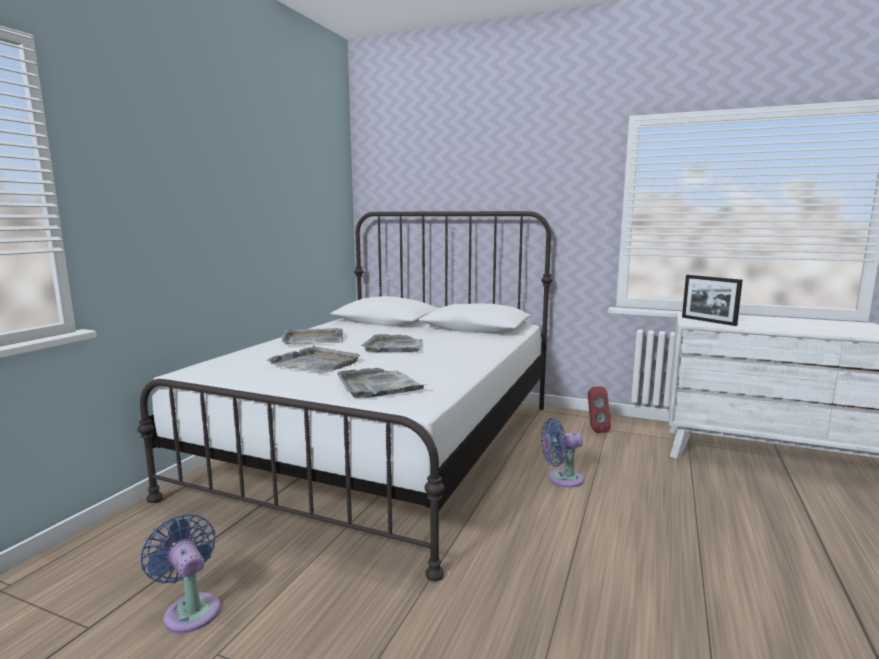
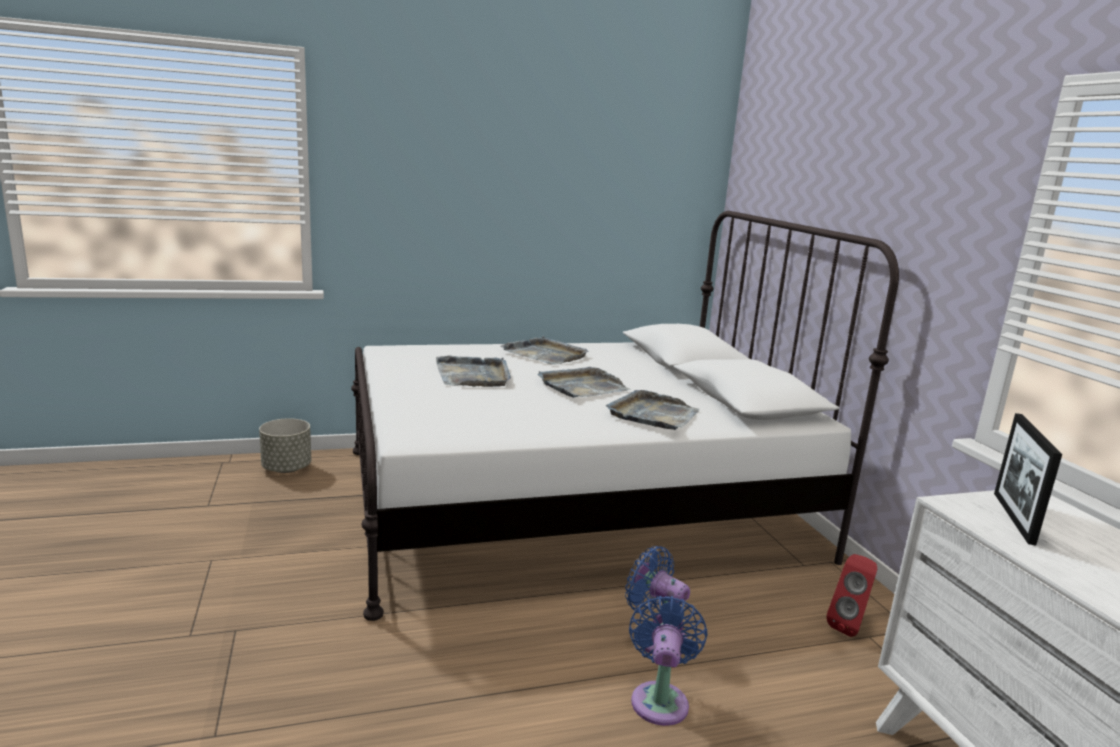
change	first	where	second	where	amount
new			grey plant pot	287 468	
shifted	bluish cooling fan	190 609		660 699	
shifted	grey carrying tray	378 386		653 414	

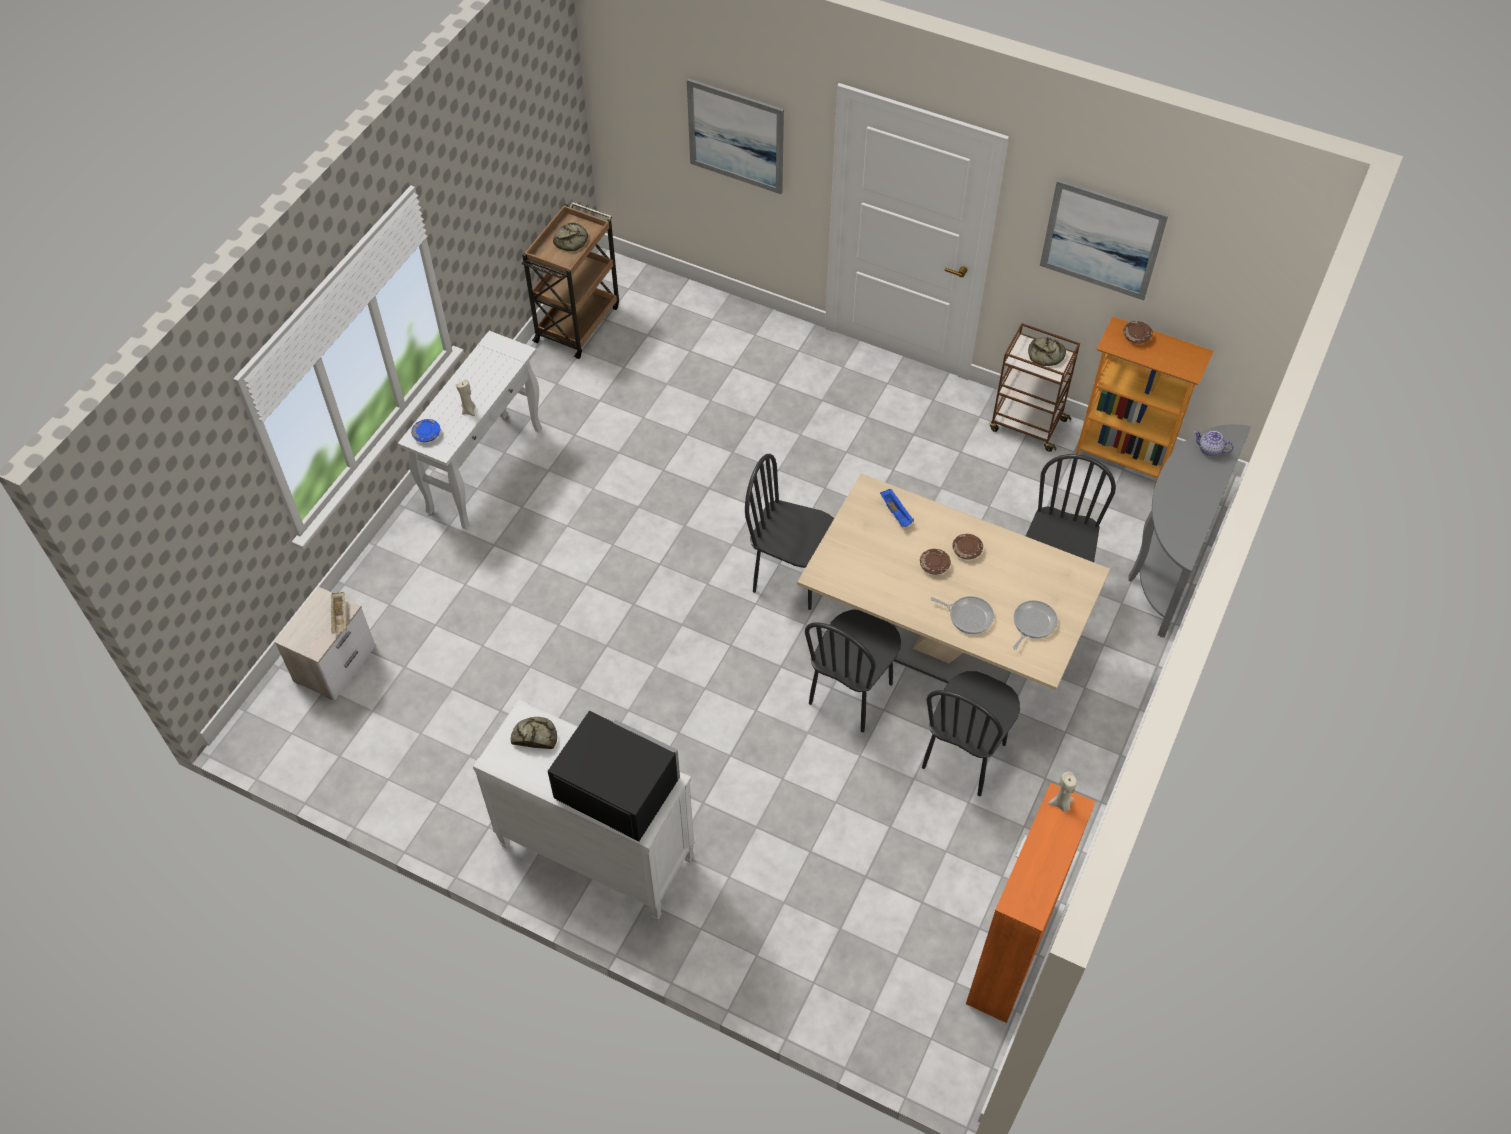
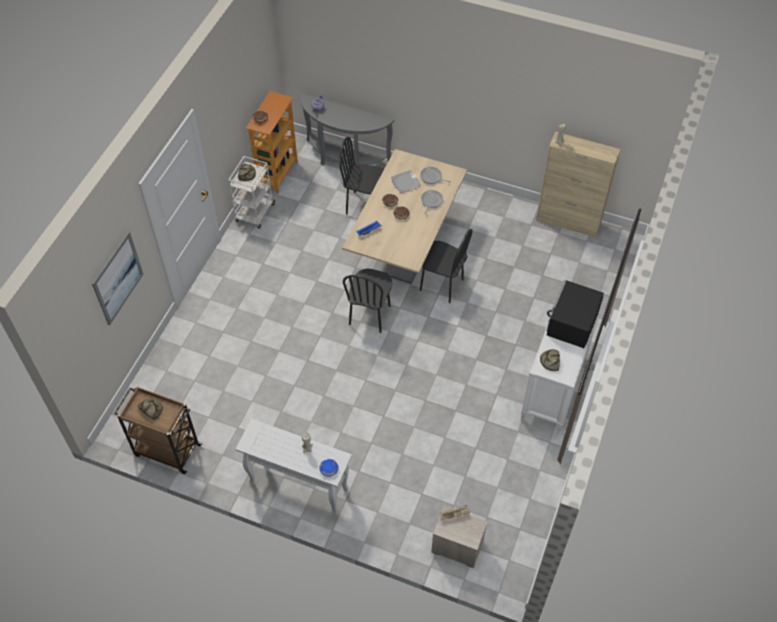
change	first	where	second	where	amount
gone	black upright chair	964 756			
gone	wall art	1102 240			
new			dinner plate	405 182	
repainted	orange cupboard	1010 954	beige-coloured cupboard	568 222	
repainted	brown-coloured wheeled cart	1026 425	whitish wheeled cart	255 213	

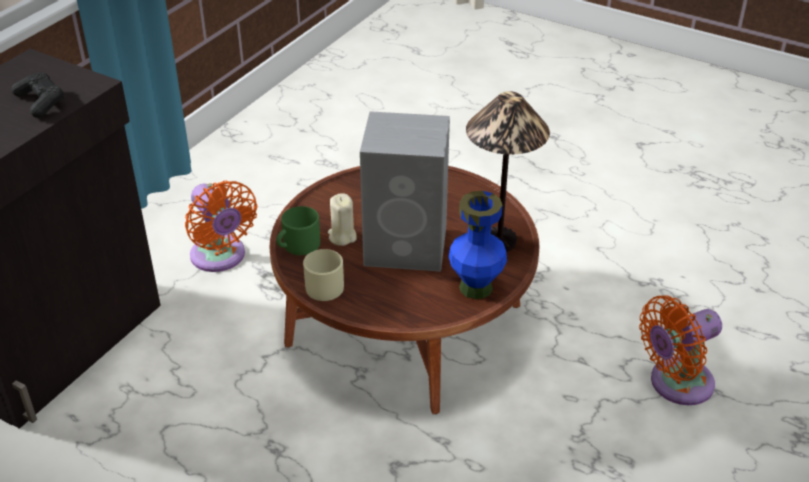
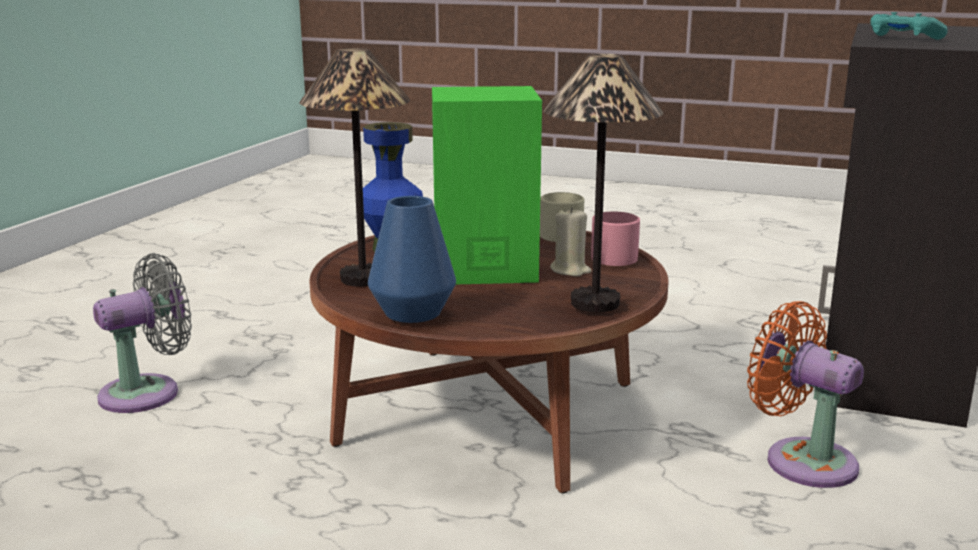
change	first	where	second	where	amount
new			bluish vase	412 312	
new			table lamp	596 303	
repainted	black gamepad	41 102	turquoise-coloured gamepad	903 38	
repainted	green coffee mug	297 245	pink-coloured coffee mug	618 257	
repainted	grey speaker	408 246	green speaker	481 268	
repainted	orange cooling fan	675 384	grey cooling fan	148 392	

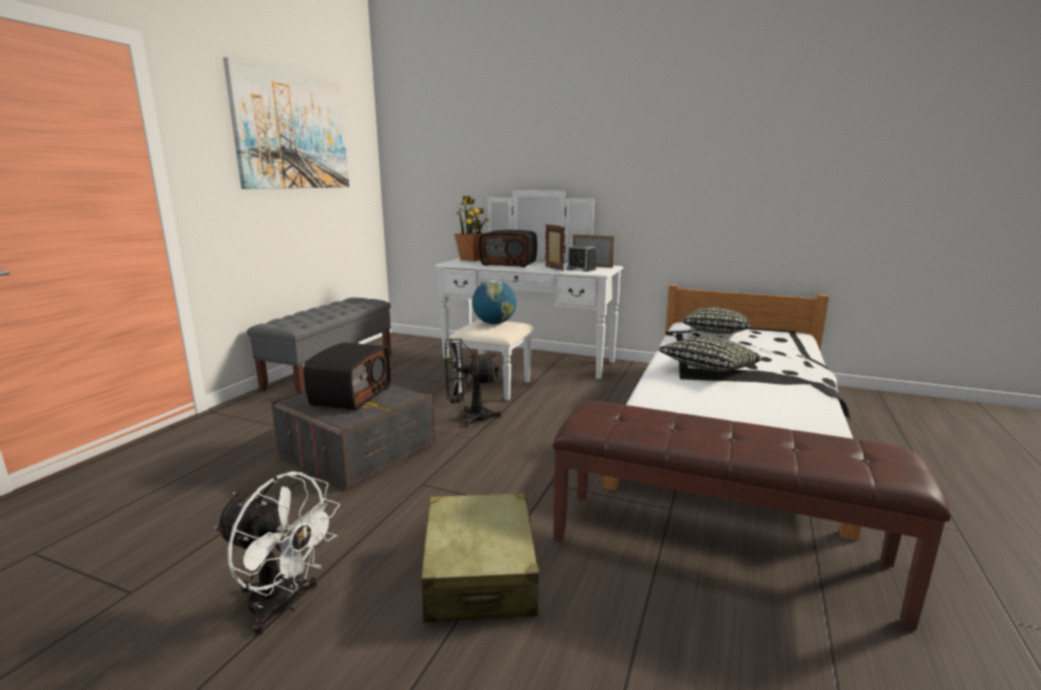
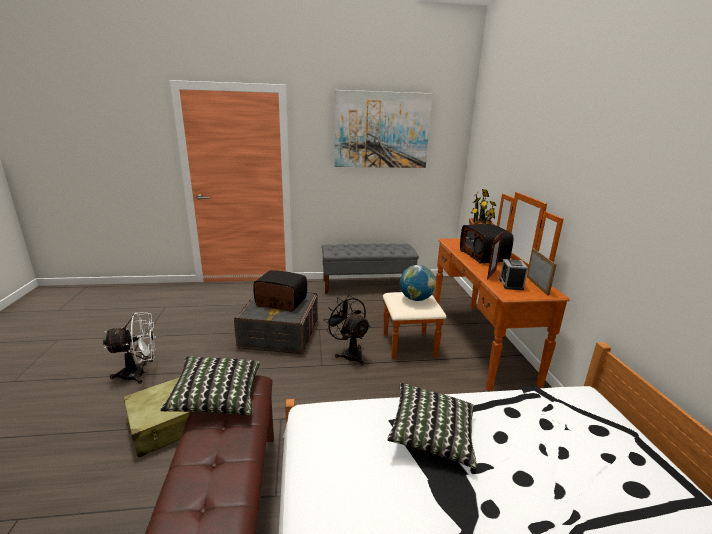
change	first	where	second	where	amount
shifted	pillow	714 334		217 398	
repainted	whitish dresser	521 365	brown-coloured dresser	463 343	
rotated	whitish cooling fan	283 606		139 373	105 degrees counterclockwise
rotated	radio	350 396		280 303	150 degrees counterclockwise

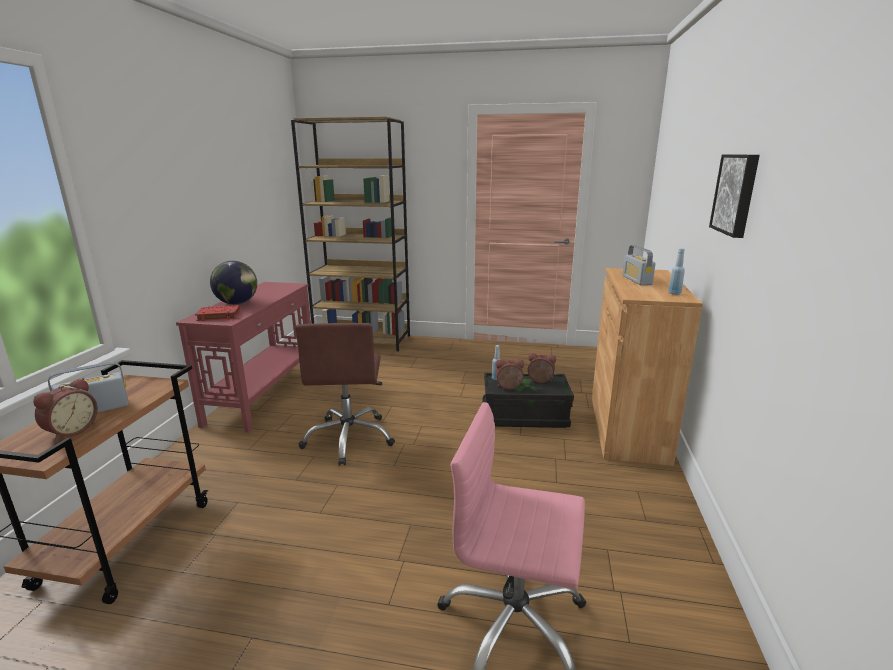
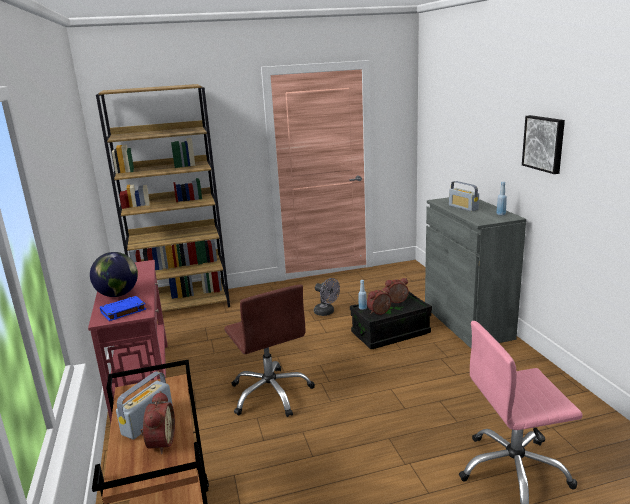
change	first	where	second	where	amount
new			grey cooling fan	326 312	
repainted	reddish bound book	218 316	bluish bound book	123 311	
repainted	brown-coloured cupboard	627 428	grey cupboard	467 322	

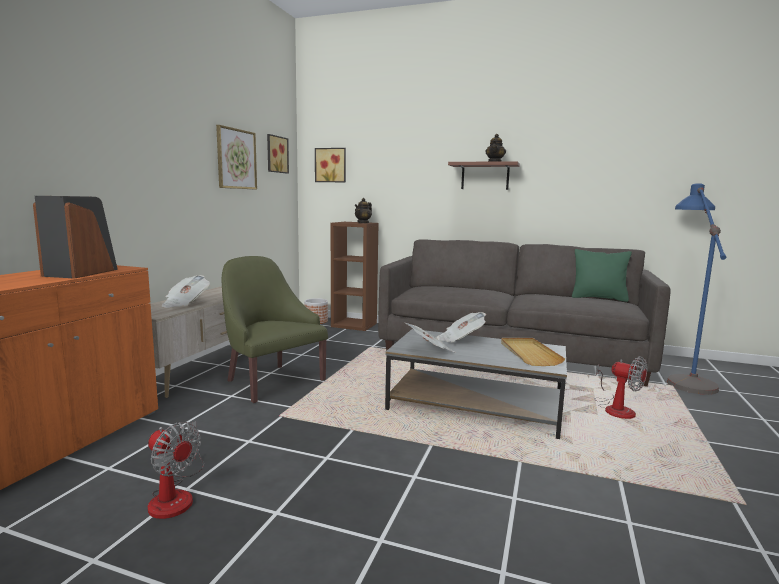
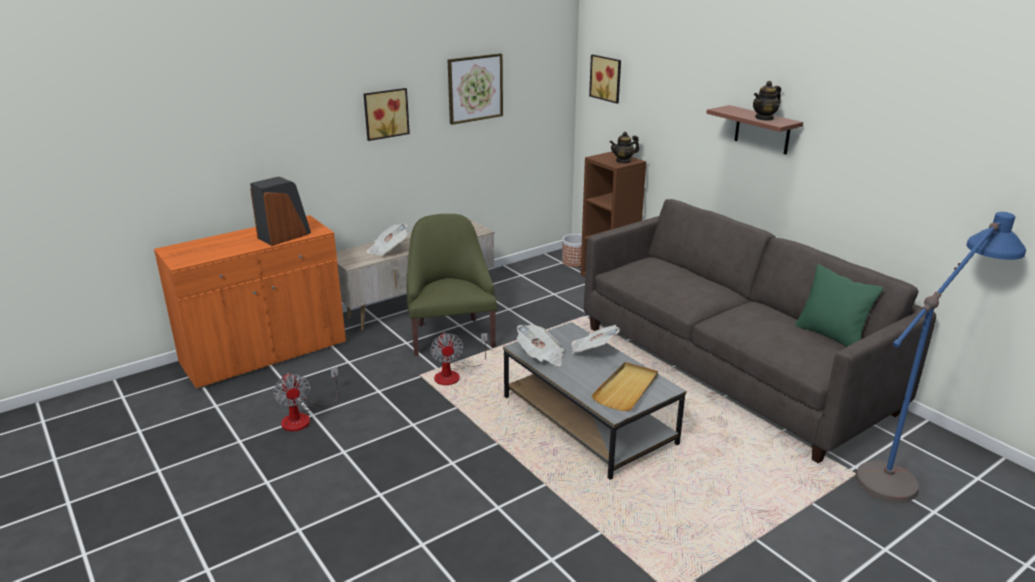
change	first	where	second	where	amount
shifted	wall art	276 154		385 113	
shifted	cooling fan	616 408		454 375	

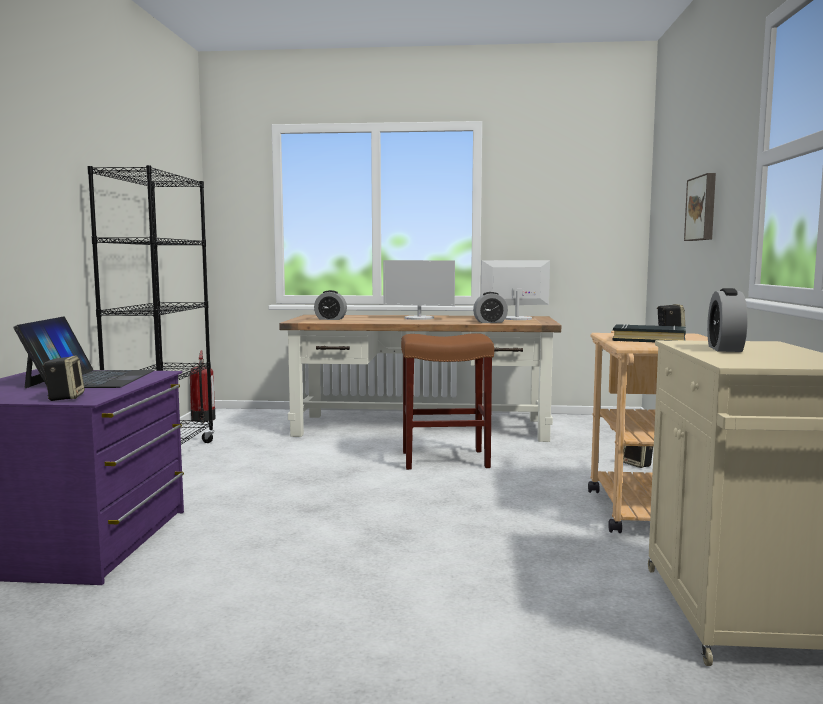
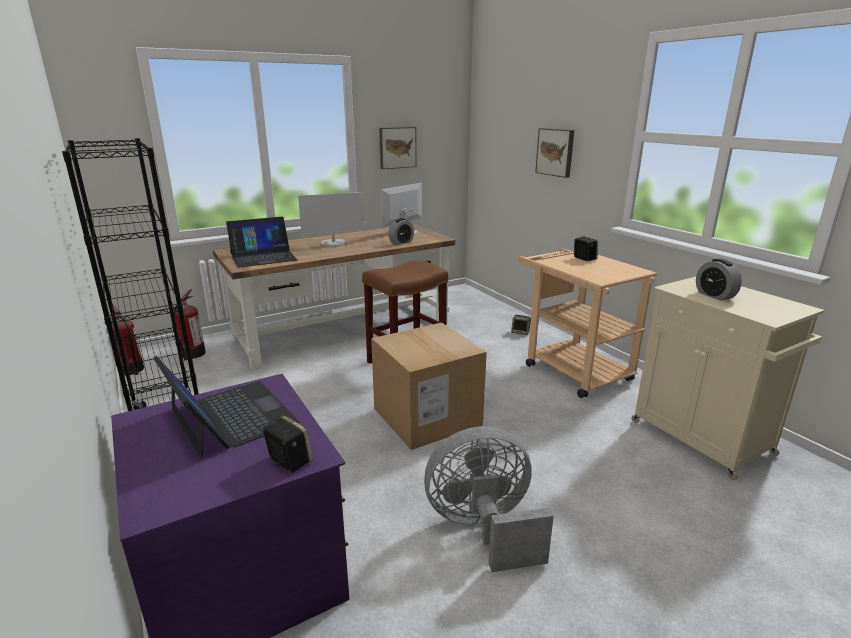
change	first	where	second	where	amount
gone	black bound book	649 340			
new			extinguisher	192 354	
new			carton	427 416	
new			wall art	397 147	
new			grey cooling fan	483 528	
swapped	alarm clock	330 319	notebook computer	263 257	

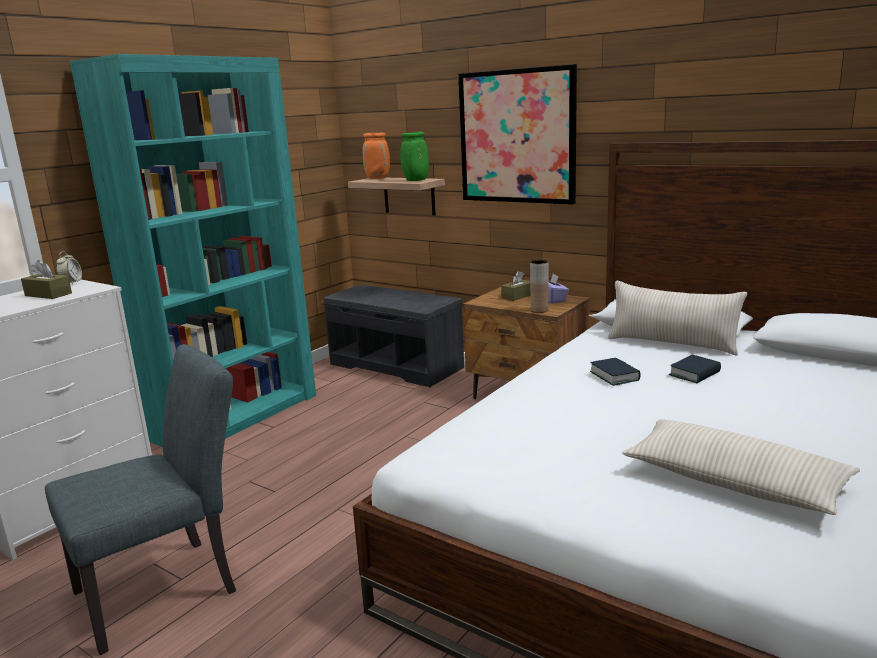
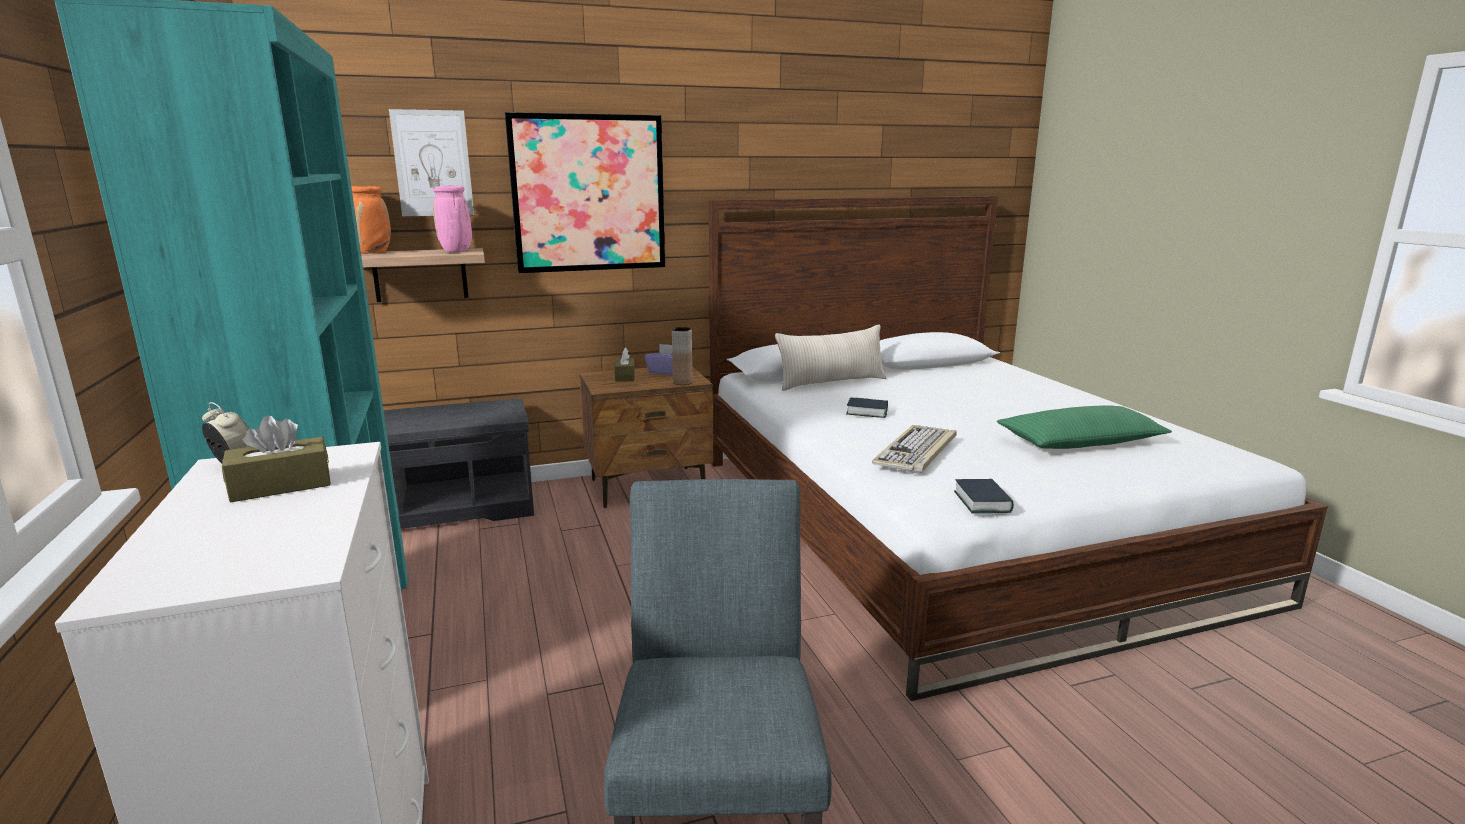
change	first	where	second	where	amount
new			wall art	432 163	
new			keyboard	916 452	
shifted	bound book	694 374		982 502	
repainted	green vase	415 180	pink-coloured vase	456 251	
repainted	beige-coloured pillow	734 481	green pillow	1080 443	

